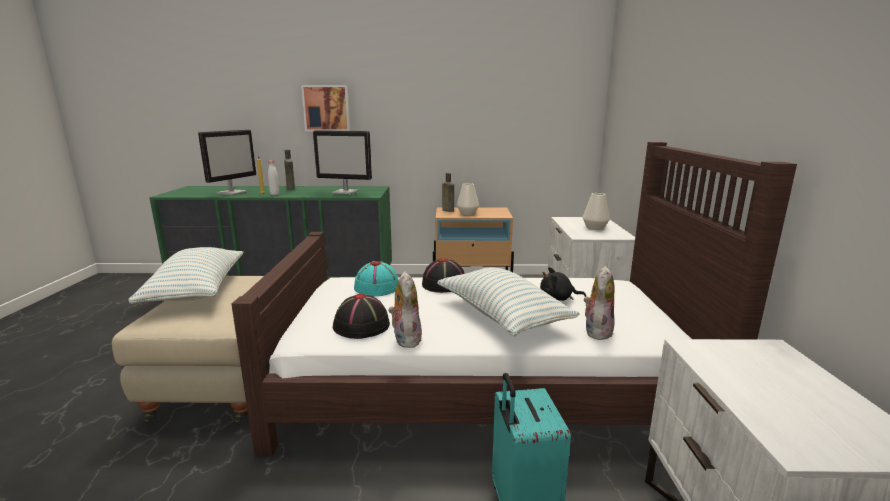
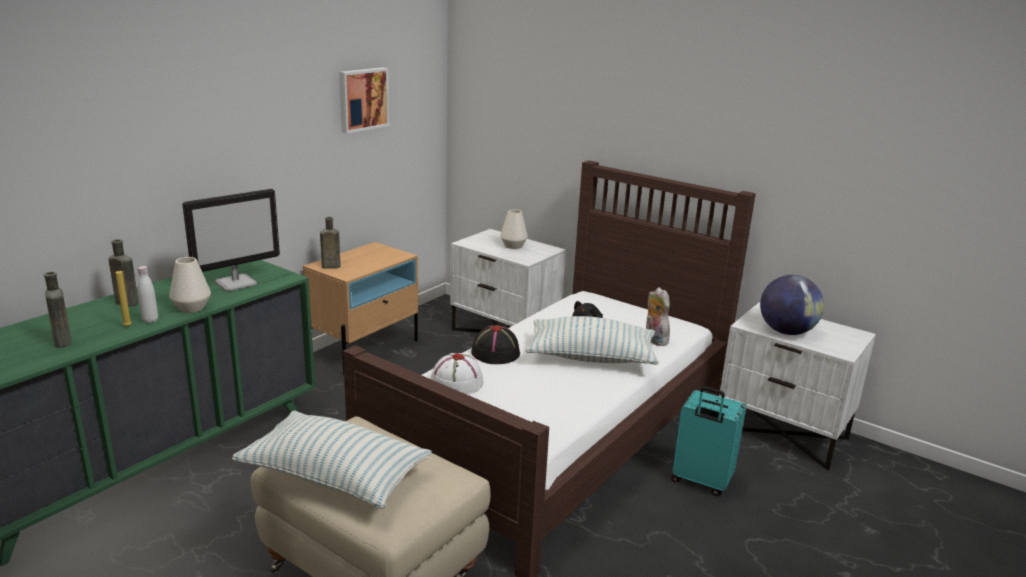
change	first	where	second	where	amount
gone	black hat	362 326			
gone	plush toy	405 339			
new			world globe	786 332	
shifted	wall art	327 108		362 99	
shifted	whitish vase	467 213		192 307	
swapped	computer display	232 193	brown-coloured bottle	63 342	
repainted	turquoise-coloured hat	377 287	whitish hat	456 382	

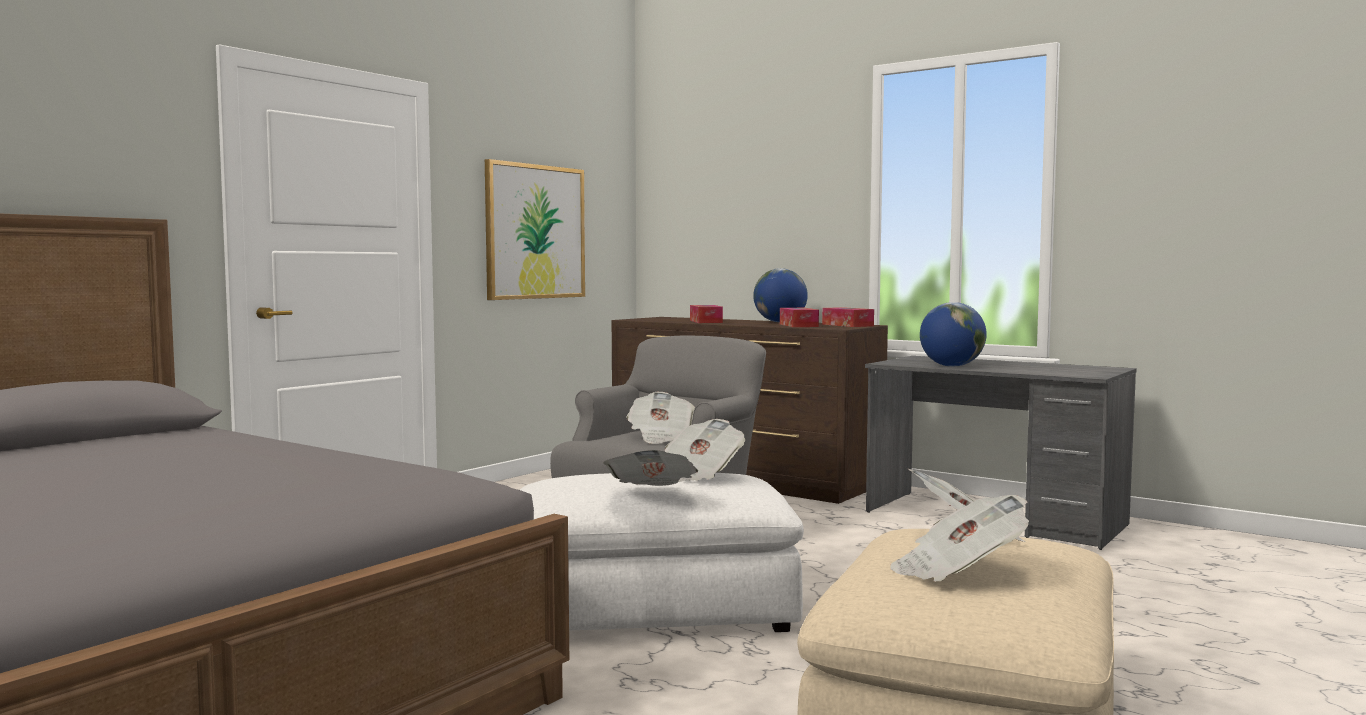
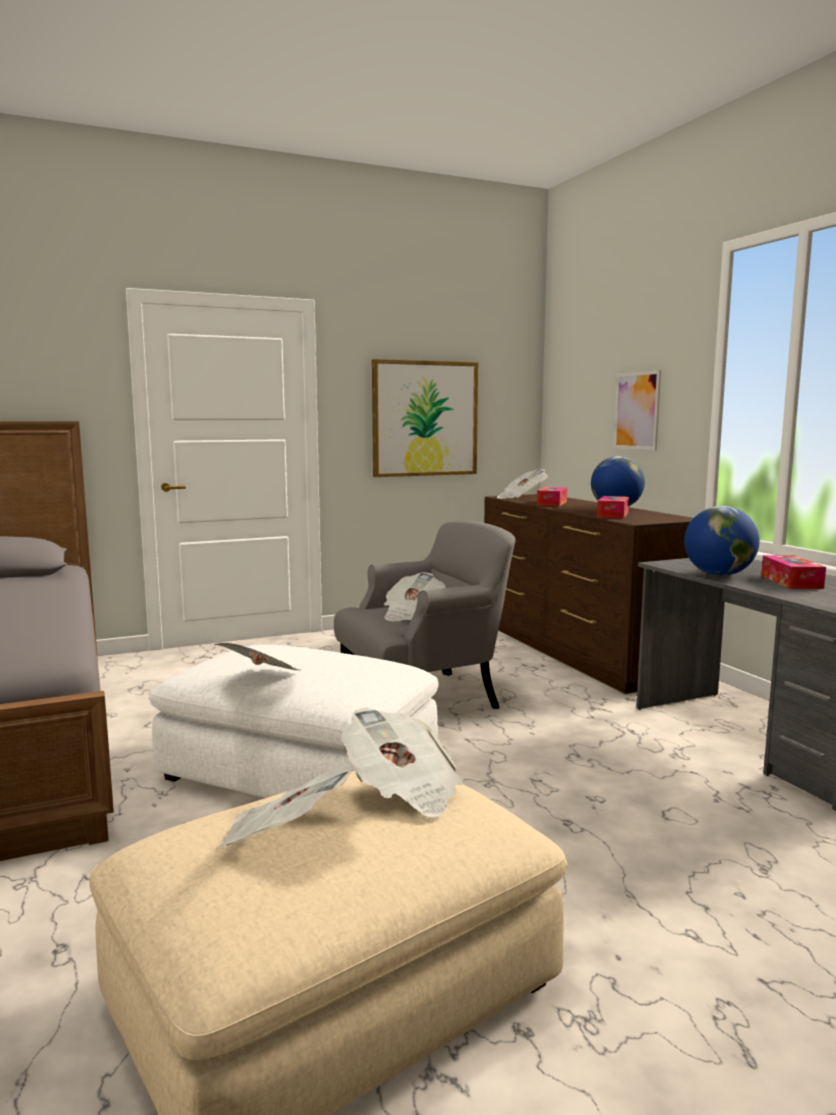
change	first	where	second	where	amount
new			wall art	637 411	
shifted	newspaper	698 475		521 498	
shifted	tissue holder	847 325		791 582	

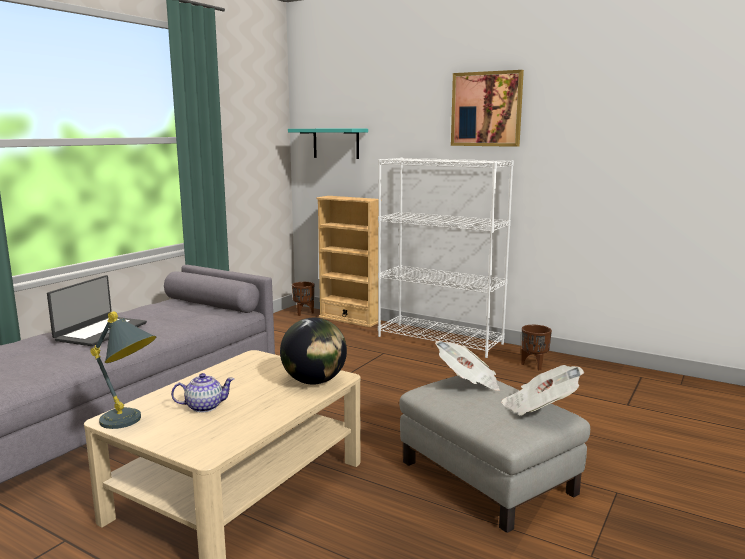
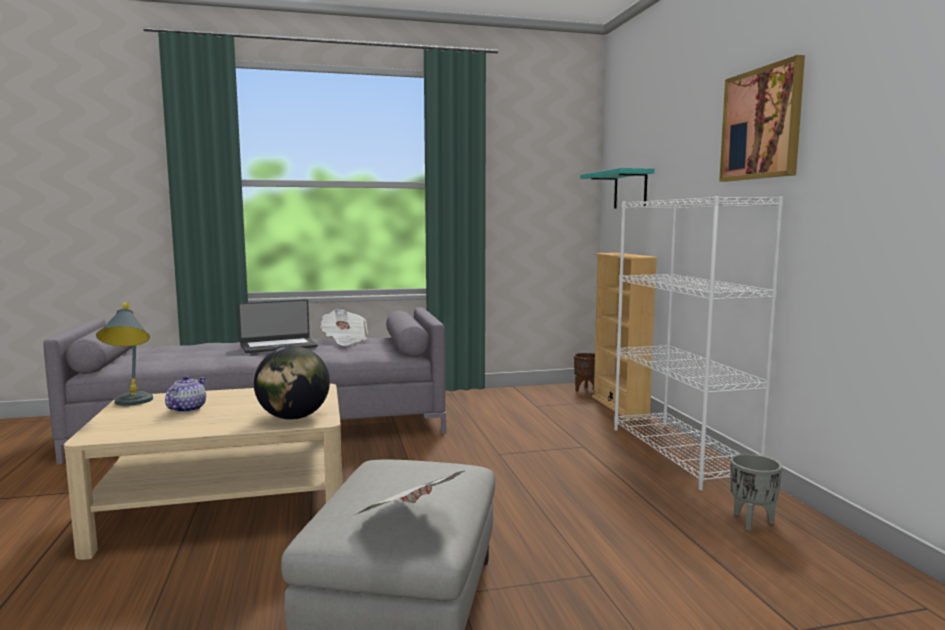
change	first	where	second	where	amount
shifted	newspaper	468 382		345 340	
repainted	brown-coloured plant pot	533 365	grey plant pot	751 521	
rotated	pot for tea	204 407		187 409	105 degrees counterclockwise

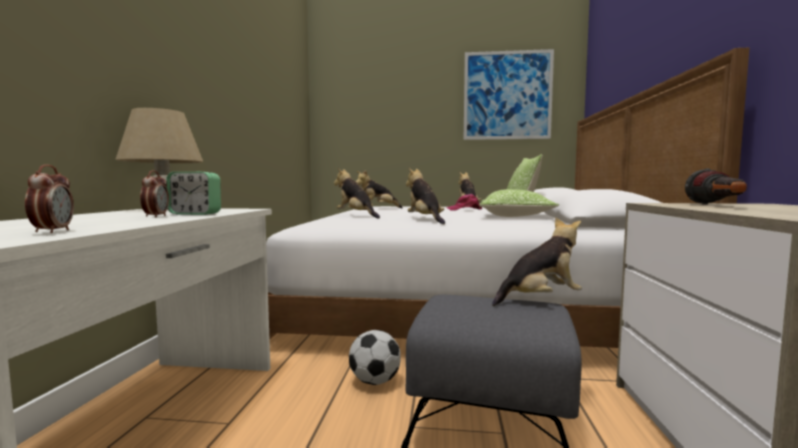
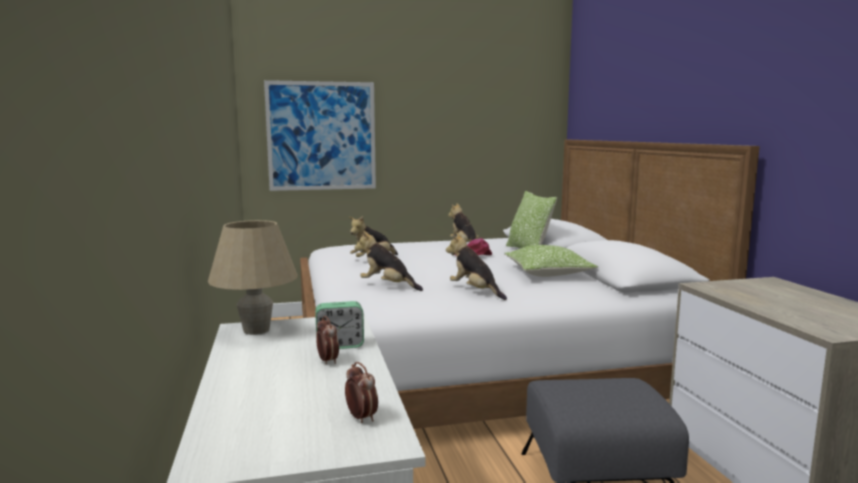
change	first	where	second	where	amount
gone	ball for football	375 381			
gone	plush toy	540 299			
gone	torch	718 206			
shifted	wall art	507 95		321 136	

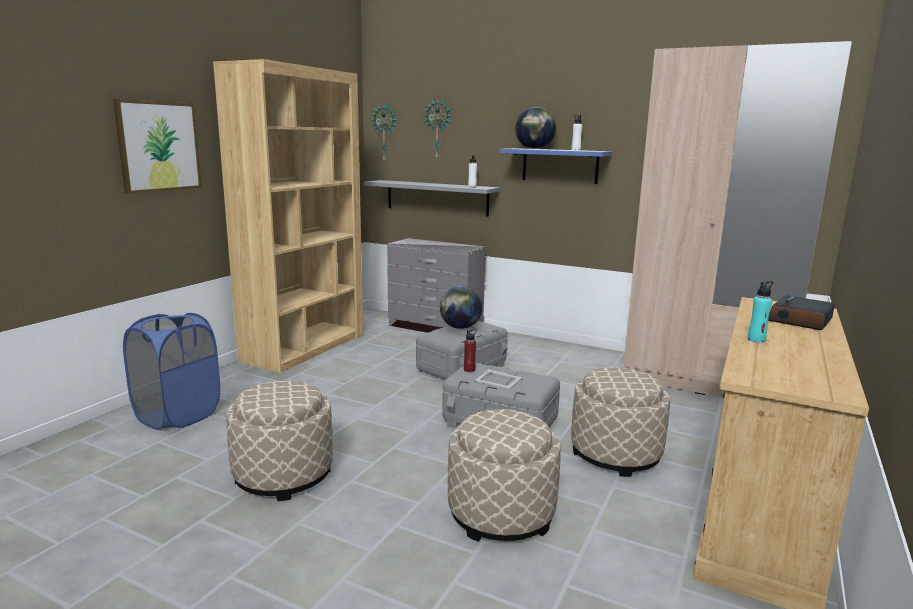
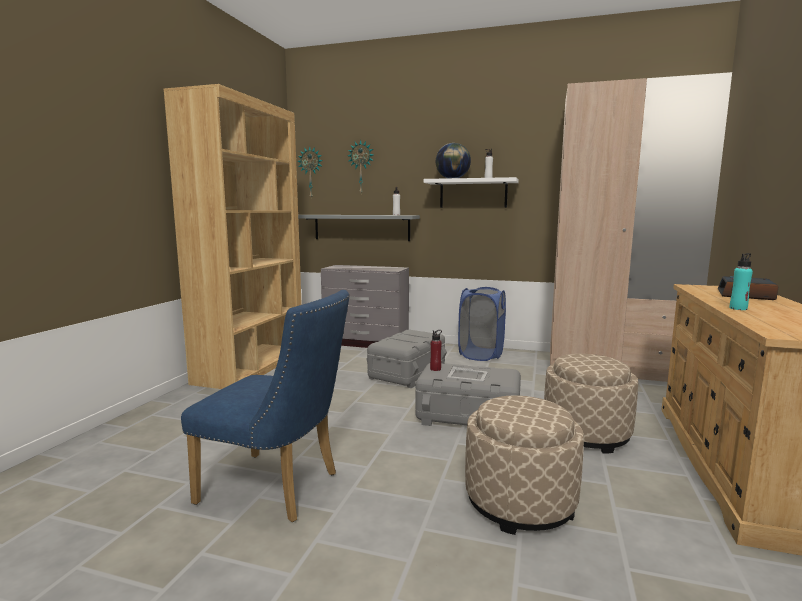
change	first	where	second	where	amount
gone	wall art	158 146			
gone	world globe	460 327			
shifted	bluish washing basket	178 415		481 354	
swapped	beige-coloured pouffe	283 475	bluish upright chair	278 489	
repainted	bluish bracket shelf	560 166	whitish bracket shelf	473 194	

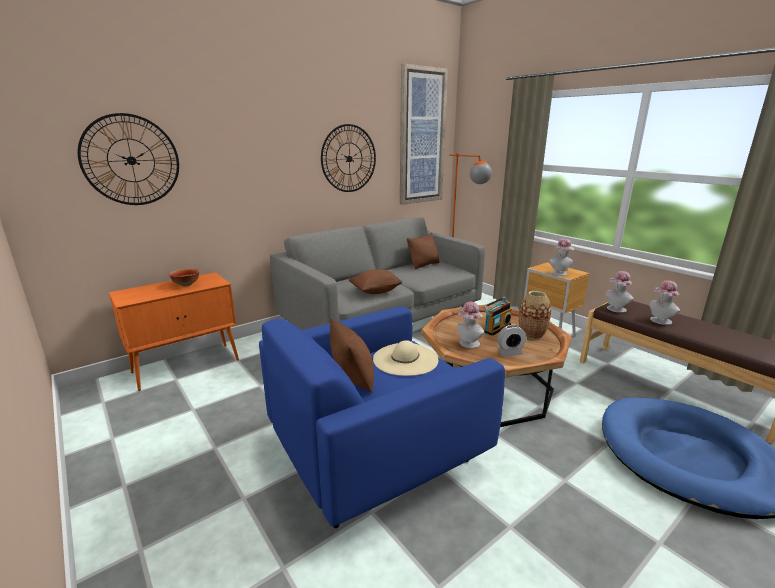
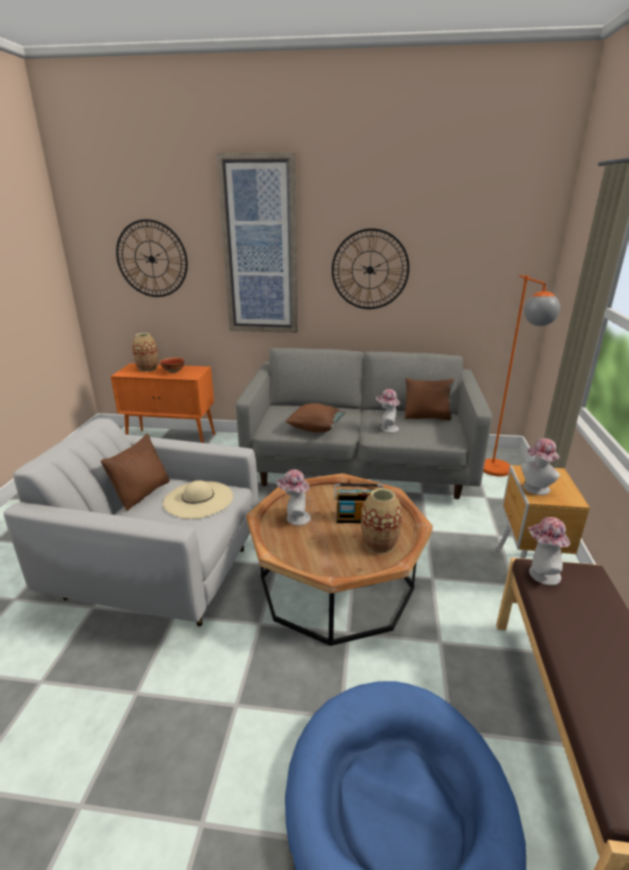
change	first	where	second	where	amount
gone	alarm clock	510 353			
new			vase	147 369	
shifted	wall art	421 137		260 248	
shifted	hat	659 321		386 428	
repainted	bluish easy chair	376 454	whitish easy chair	159 573	

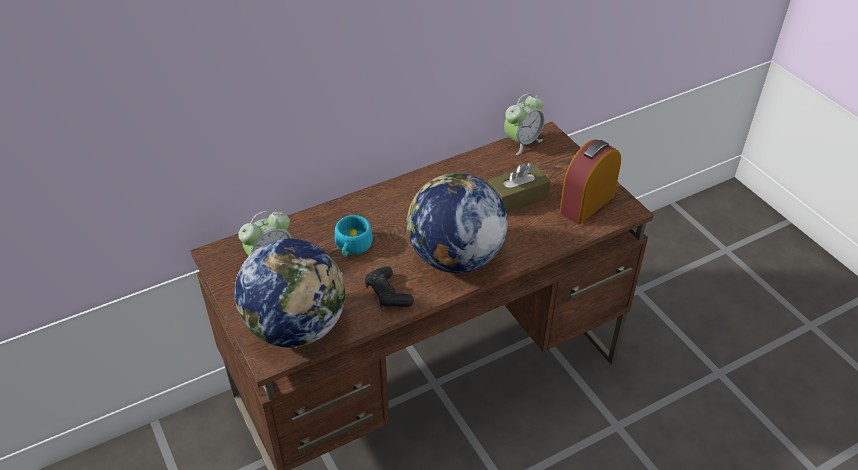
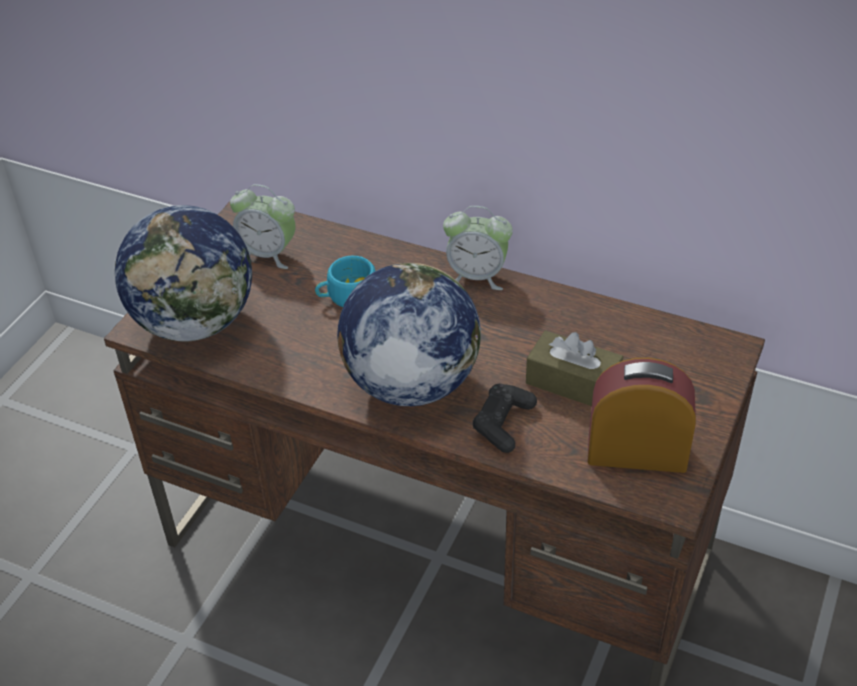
change	first	where	second	where	amount
shifted	black gamepad	388 294		503 423	
shifted	alarm clock	522 142		477 276	

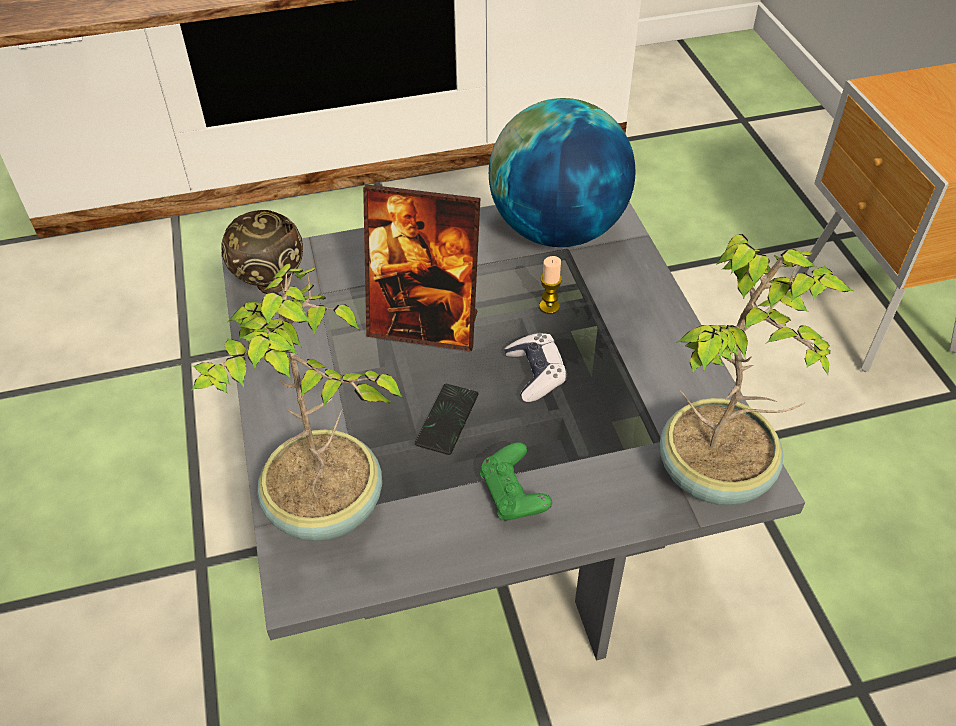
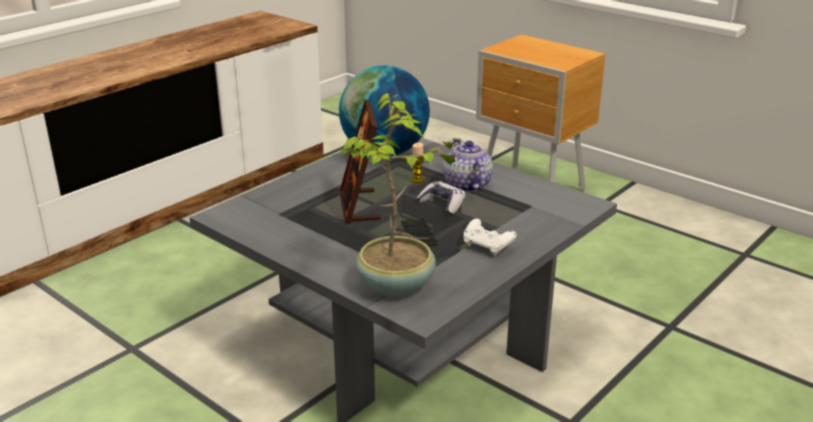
change	first	where	second	where	amount
gone	brown-coloured bowl	269 283			
gone	potted plant	717 474			
new			pot for tea	466 185	
repainted	green gamepad	513 495	whitish gamepad	487 246	
rotated	photo frame	425 326		359 206	105 degrees clockwise

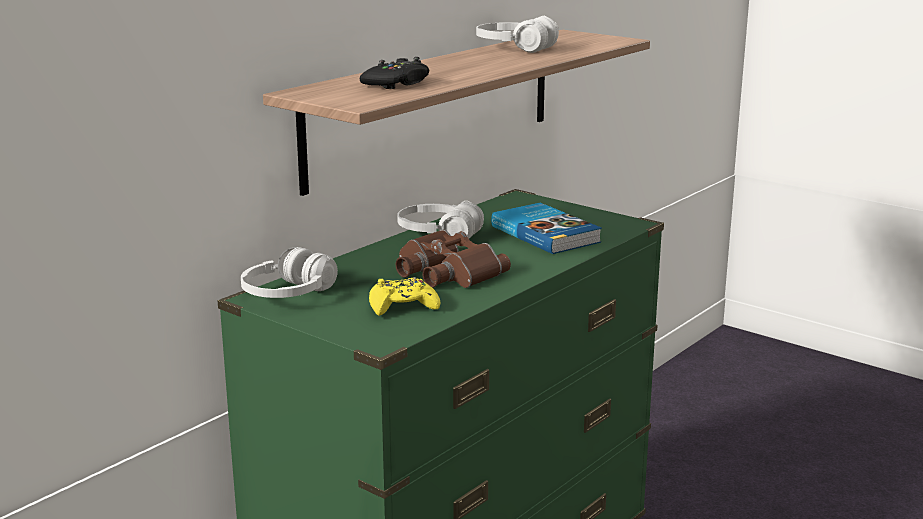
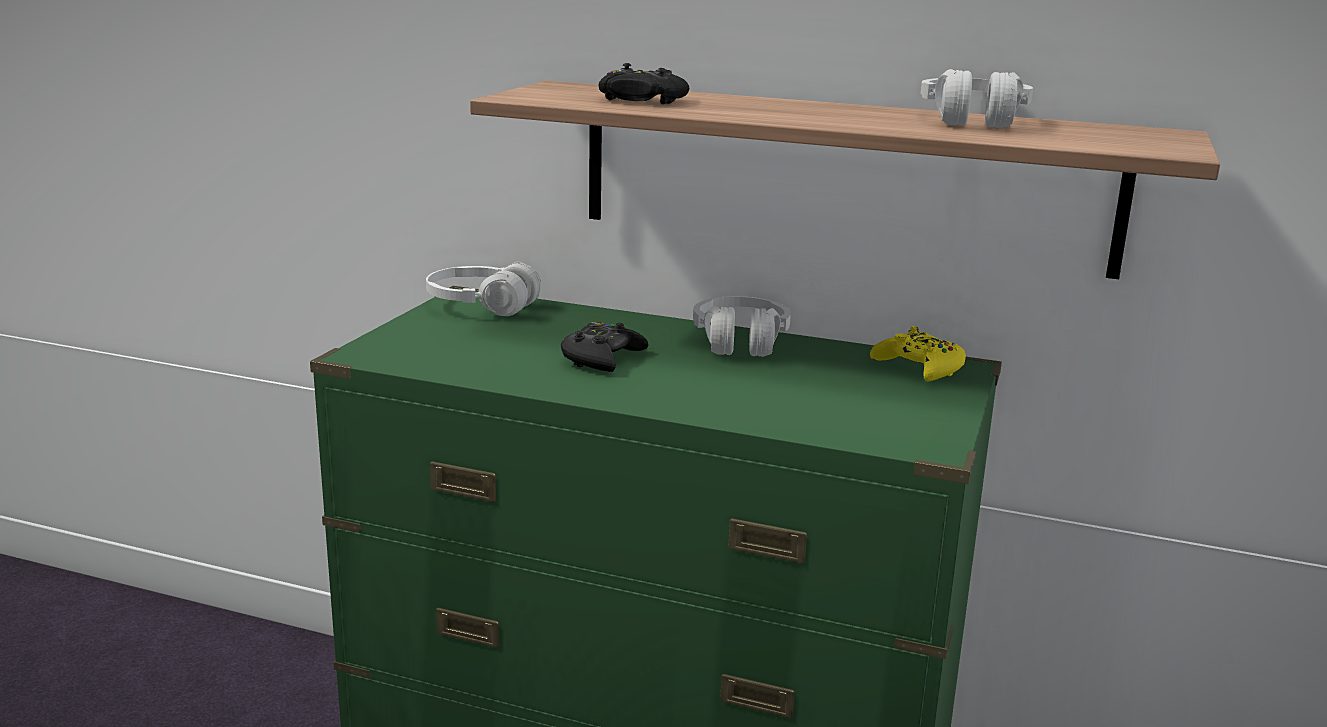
change	first	where	second	where	amount
gone	bound book	546 234			
shifted	yellowish gamepad	403 306		919 368	
swapped	brown-coloured binoculars	445 272	black gamepad	602 358	

